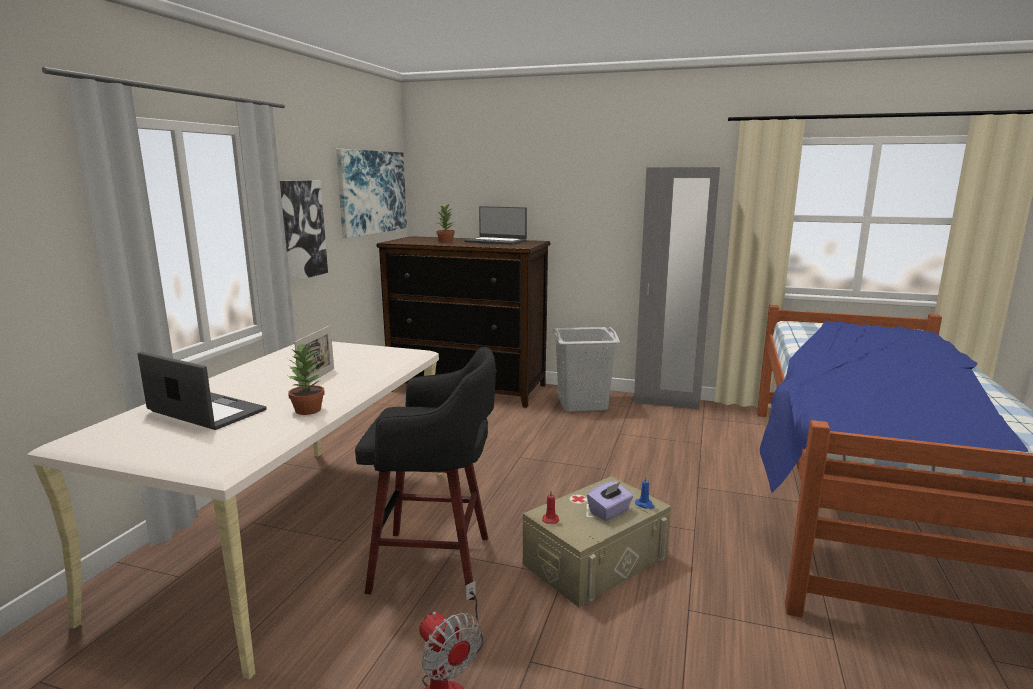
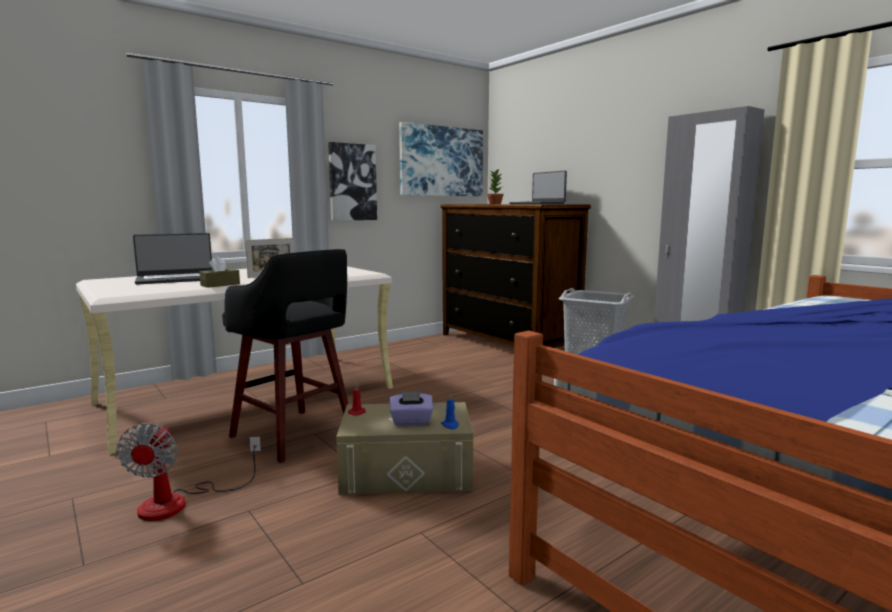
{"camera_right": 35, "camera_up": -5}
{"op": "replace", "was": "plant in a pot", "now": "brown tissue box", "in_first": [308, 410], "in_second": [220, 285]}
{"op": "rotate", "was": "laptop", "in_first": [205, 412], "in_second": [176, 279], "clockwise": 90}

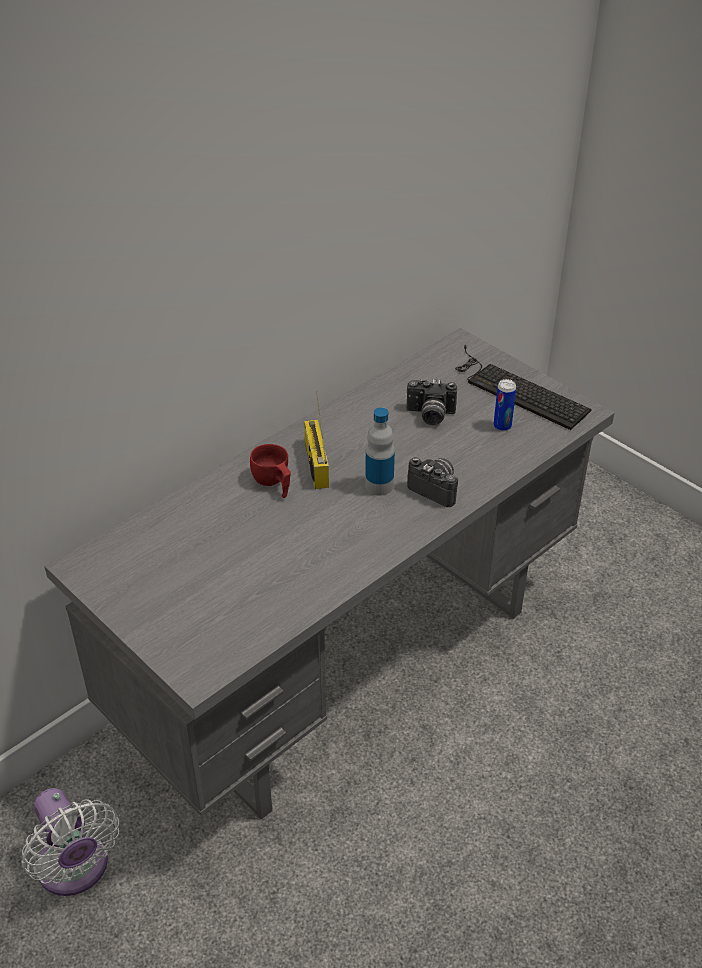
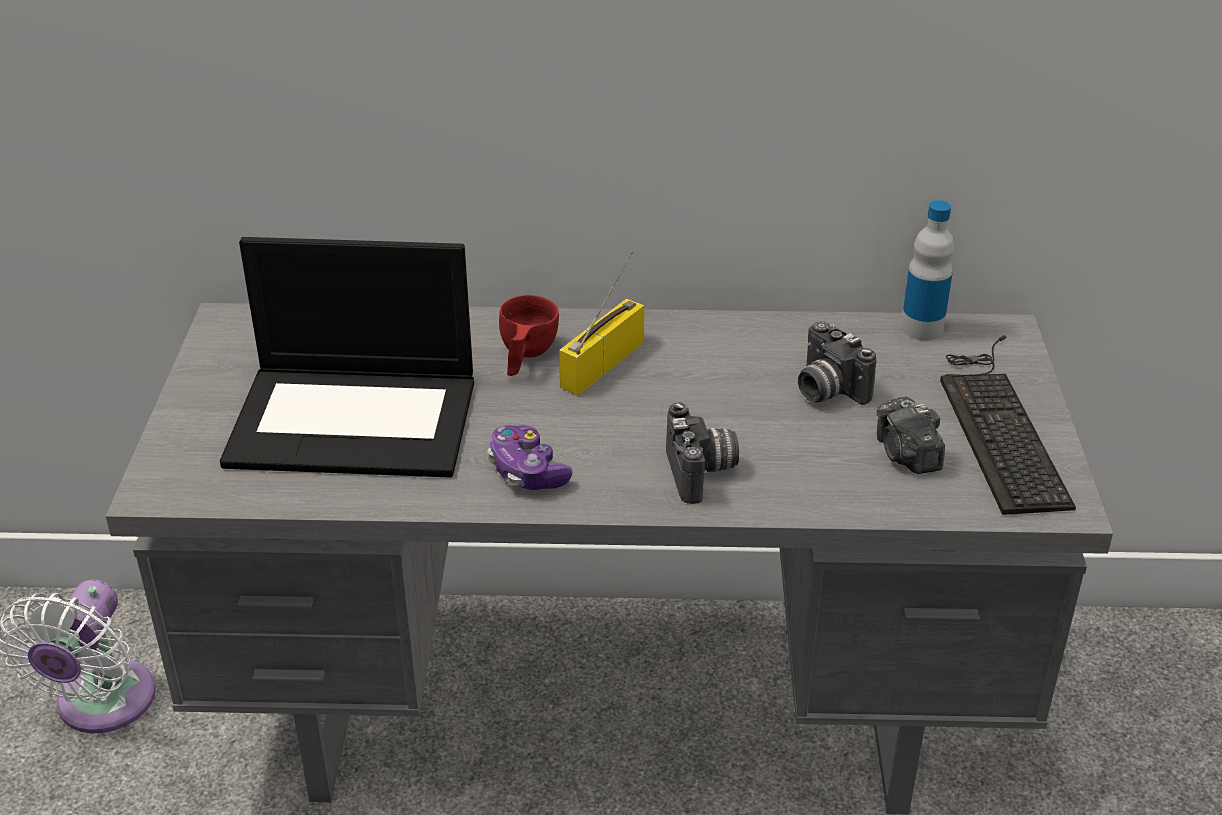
{"camera_right": 45, "camera_up": -5}
{"op": "insert", "now": "laptop", "in_second": [356, 420]}
{"op": "insert", "now": "game controller", "in_second": [527, 472]}
{"op": "move", "was": "drink bottle", "in_first": [379, 485], "in_second": [922, 328]}
{"op": "replace", "was": "can", "now": "photo camera", "in_first": [502, 426], "in_second": [907, 455]}

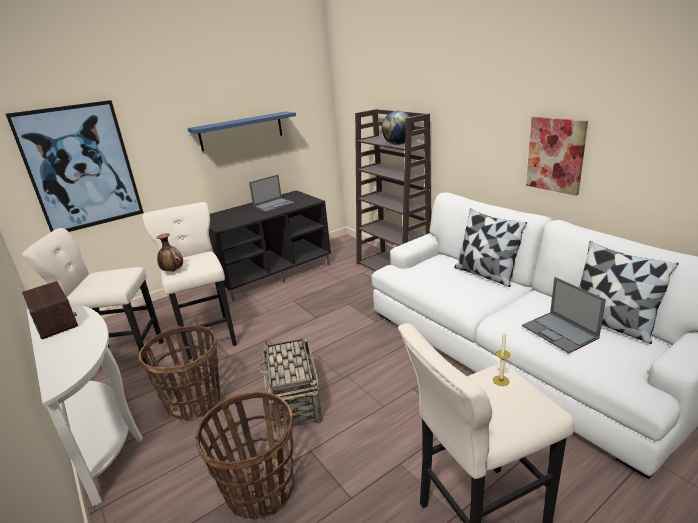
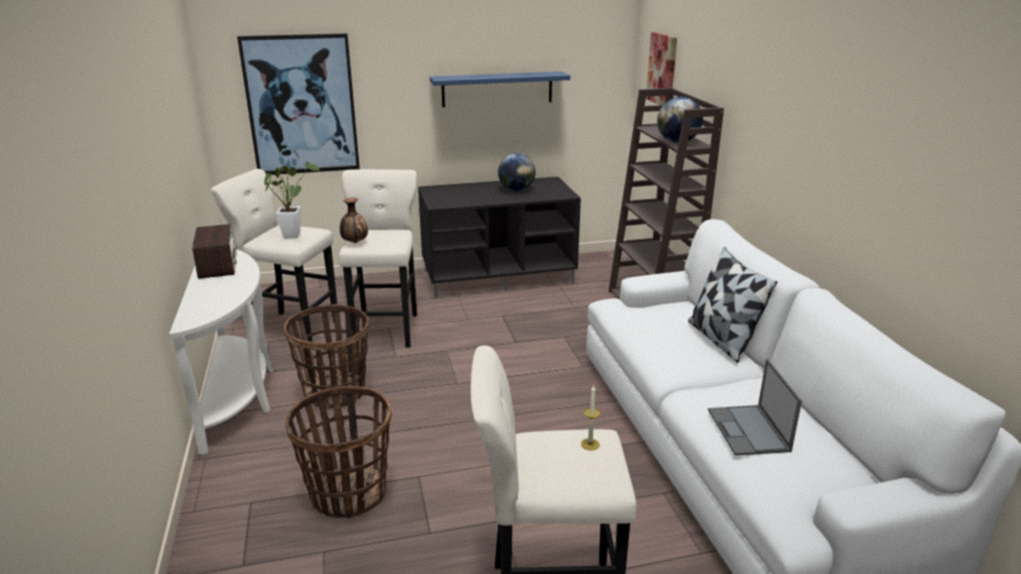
{"camera_right": 20, "camera_up": 0}
{"op": "delete", "was": "household basket", "in_first": [294, 402]}
{"op": "delete", "was": "throw pillow", "in_first": [610, 324]}
{"op": "insert", "now": "plant in a pot", "in_second": [293, 234]}
{"op": "move", "was": "picture", "in_first": [555, 155], "in_second": [662, 69]}
{"op": "replace", "was": "laptop", "now": "world globe", "in_first": [274, 205], "in_second": [516, 190]}

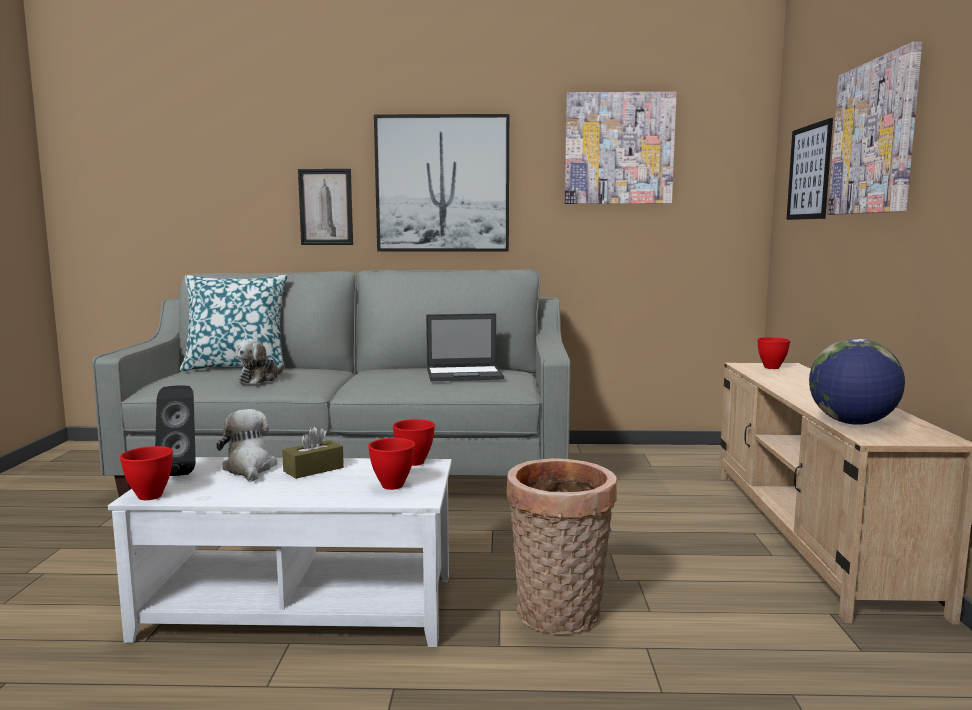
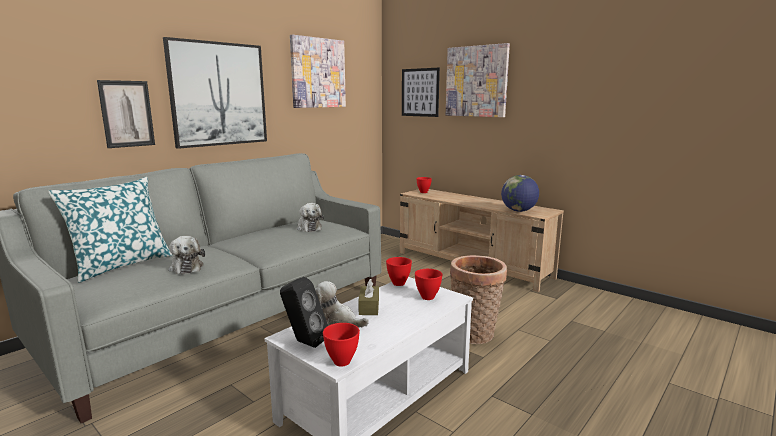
{"camera_right": -50, "camera_up": 5}
{"op": "replace", "was": "laptop", "now": "soft toy", "in_first": [465, 374], "in_second": [308, 227]}

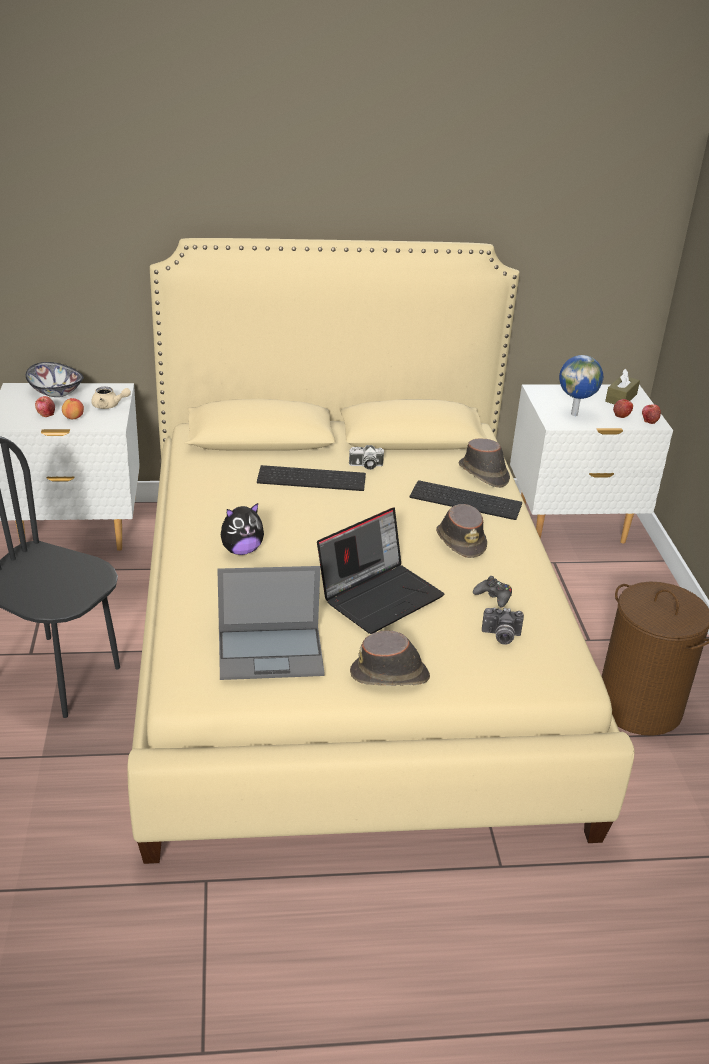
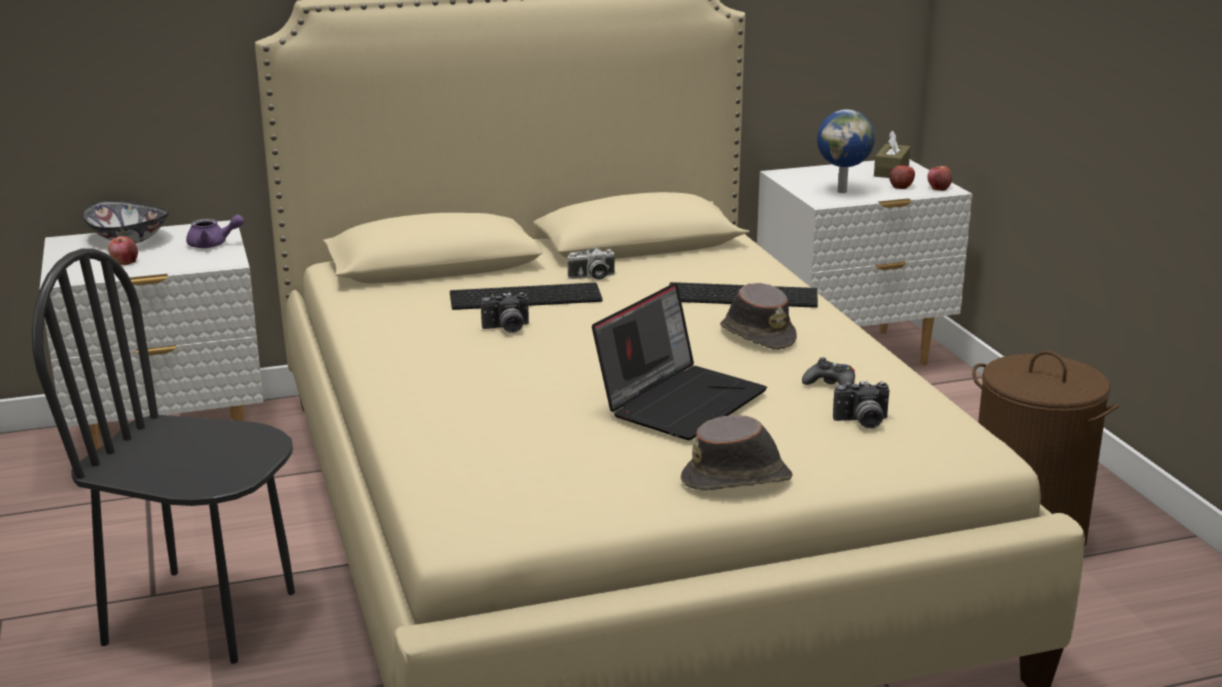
{"camera_right": -10, "camera_up": -10}
{"op": "delete", "was": "whole apple", "in_first": [73, 417]}
{"op": "delete", "was": "laptop", "in_first": [272, 652]}
{"op": "delete", "was": "soft toy", "in_first": [241, 550]}
{"op": "delete", "was": "brown hat", "in_first": [483, 474]}
{"op": "insert", "now": "photo camera", "in_second": [507, 328]}
{"op": "recolor", "was": "beige-coloured tea pot", "now": "purple-coloured tea pot", "in_first": [109, 406], "in_second": [213, 244]}

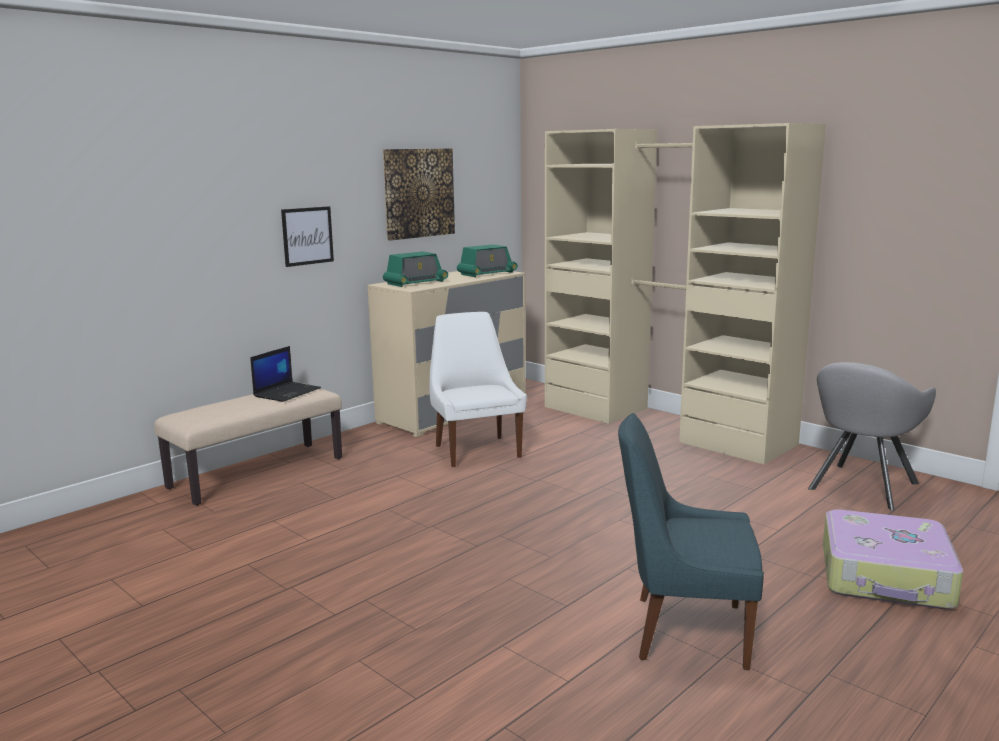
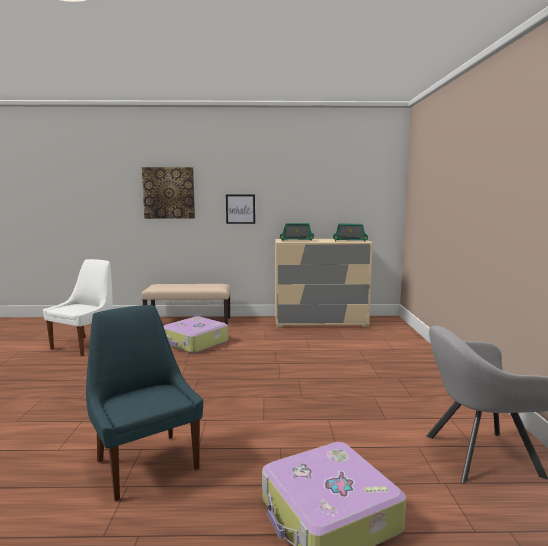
{"camera_right": 45, "camera_up": -5}
{"op": "delete", "was": "laptop", "in_first": [287, 392]}
{"op": "delete", "was": "beige-coloured wardrobe", "in_first": [663, 424]}
{"op": "insert", "now": "suitcase", "in_second": [195, 343]}
{"op": "move", "was": "picture", "in_first": [418, 193], "in_second": [169, 193]}
{"op": "move", "was": "whitish plain chair", "in_first": [476, 450], "in_second": [85, 345]}

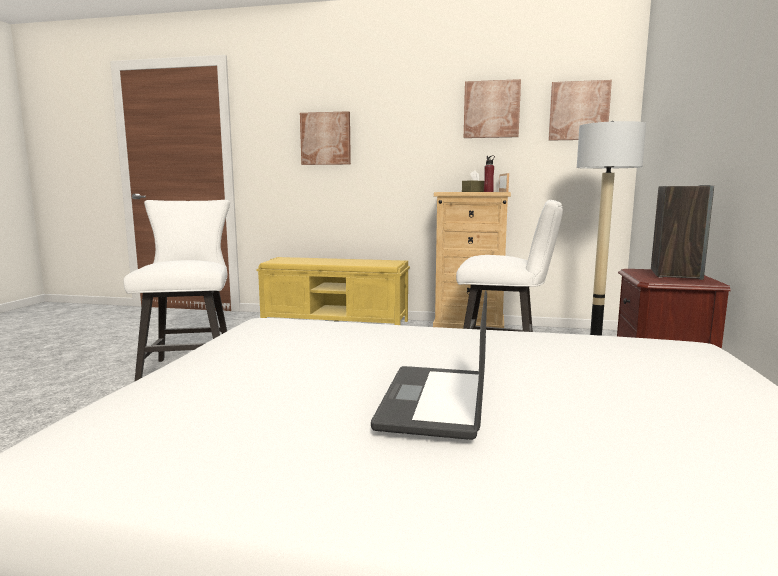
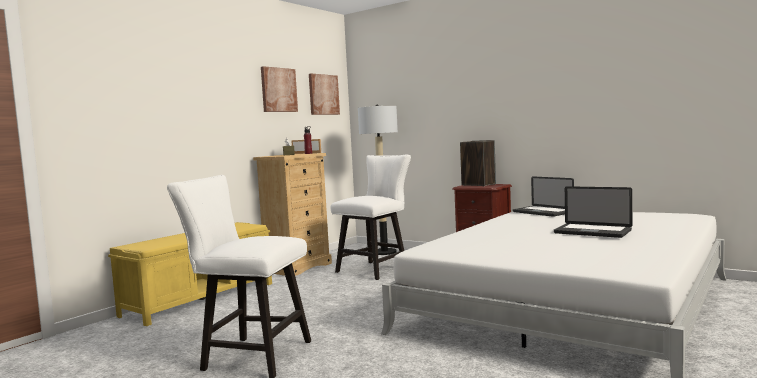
{"camera_right": -65, "camera_up": -5}
{"op": "delete", "was": "picture", "in_first": [325, 138]}
{"op": "insert", "now": "laptop", "in_second": [542, 212]}

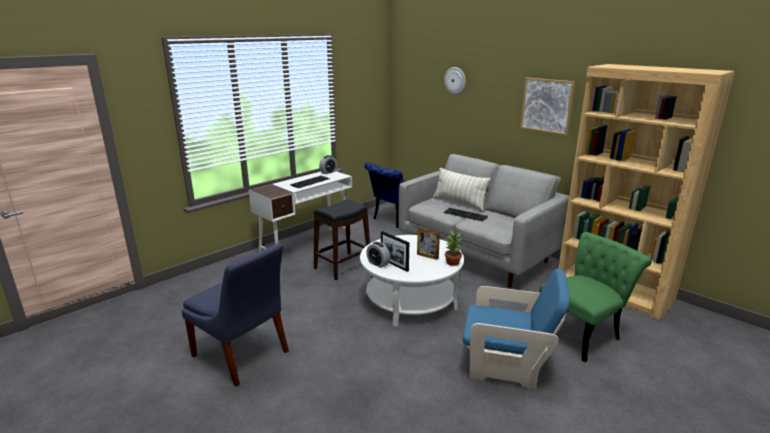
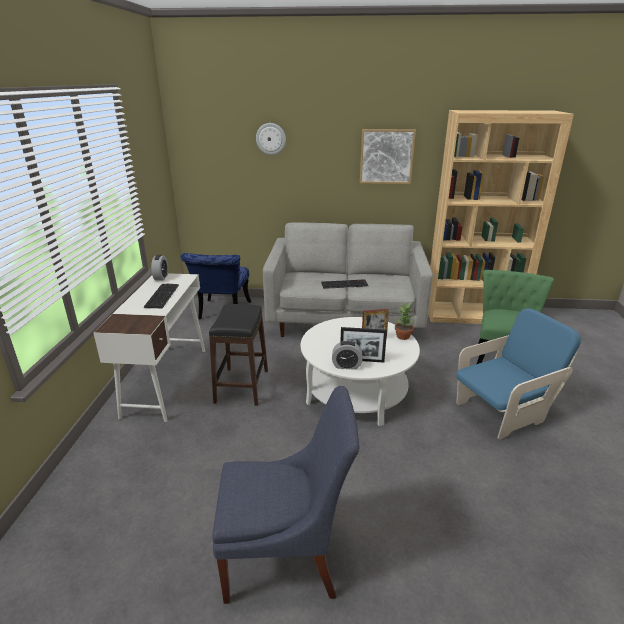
{"camera_right": -40, "camera_up": 5}
{"op": "delete", "was": "throw pillow", "in_first": [459, 203]}

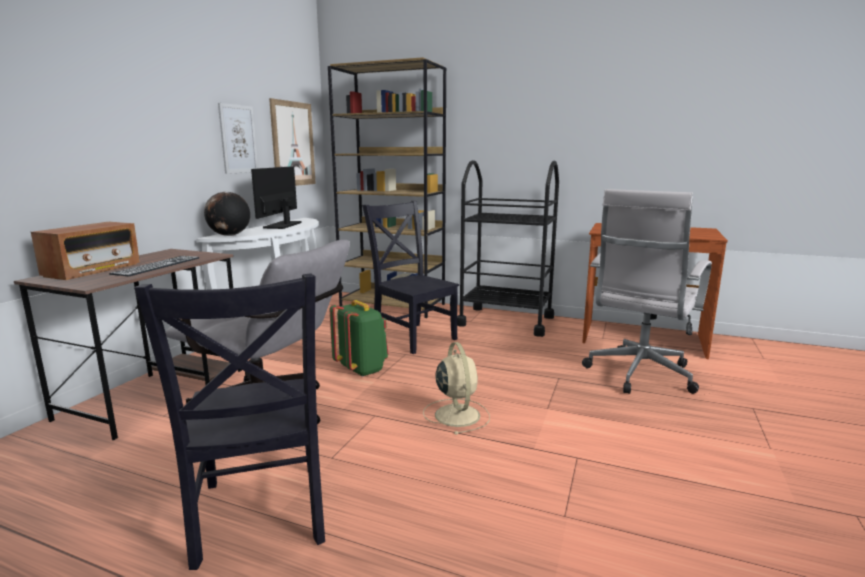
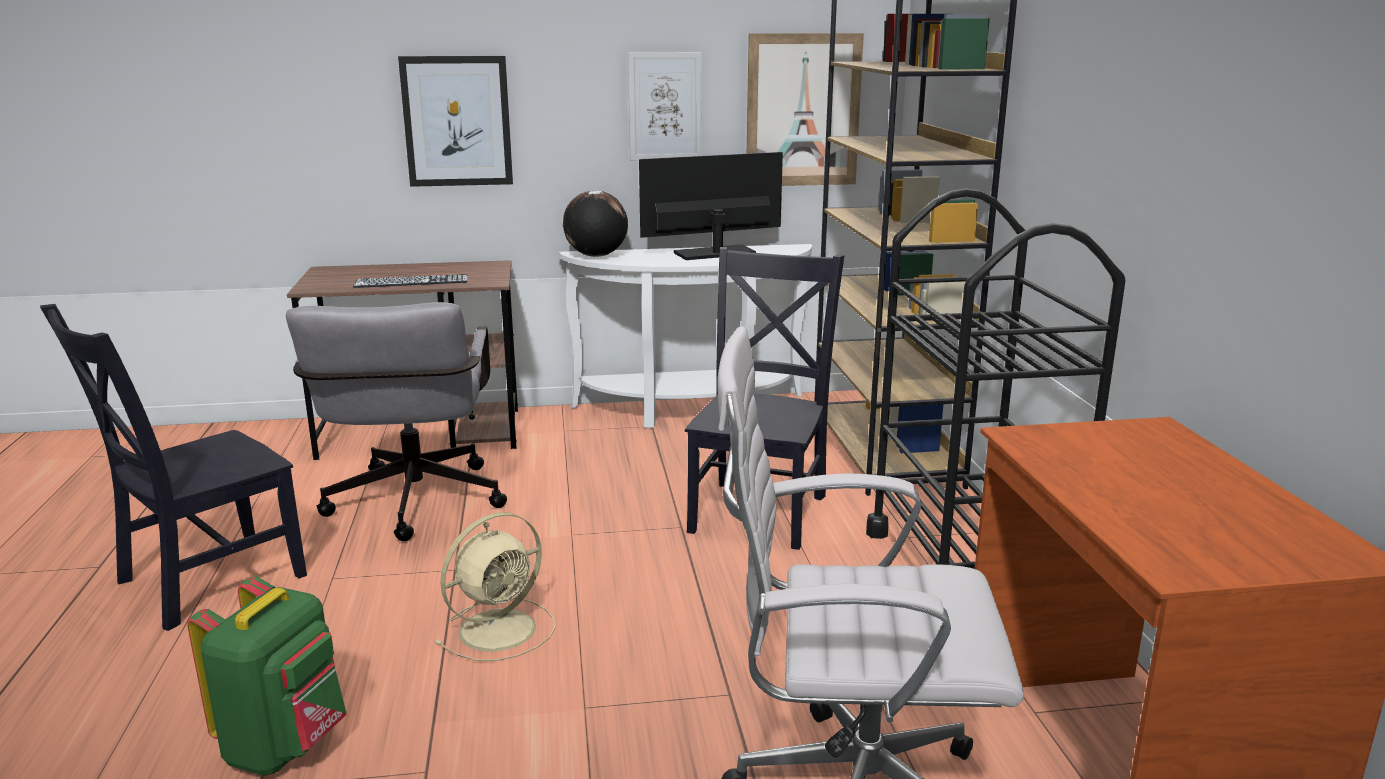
{"camera_right": 60, "camera_up": 5}
{"op": "delete", "was": "radio", "in_first": [93, 270]}
{"op": "insert", "now": "picture", "in_second": [457, 121]}
{"op": "move", "was": "green knapsack", "in_first": [362, 369], "in_second": [286, 746]}

